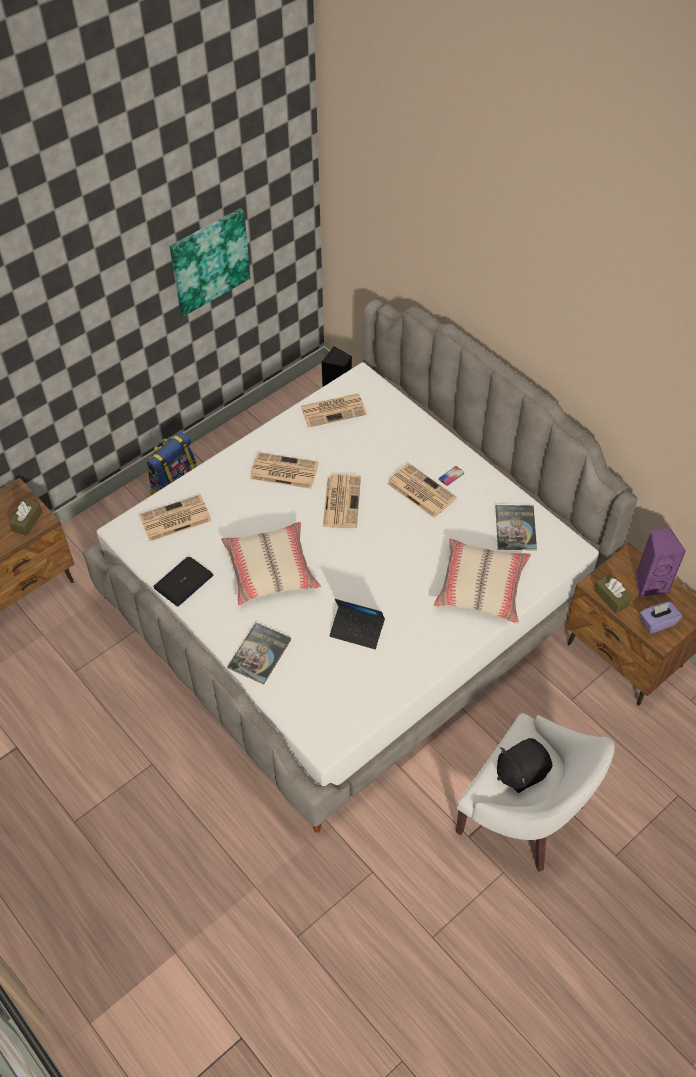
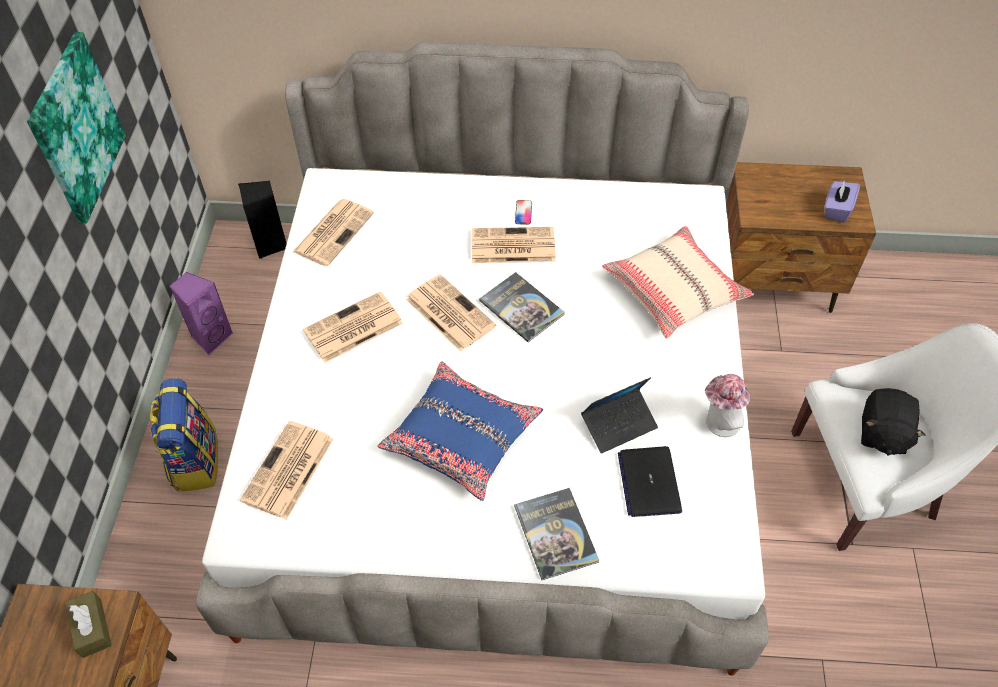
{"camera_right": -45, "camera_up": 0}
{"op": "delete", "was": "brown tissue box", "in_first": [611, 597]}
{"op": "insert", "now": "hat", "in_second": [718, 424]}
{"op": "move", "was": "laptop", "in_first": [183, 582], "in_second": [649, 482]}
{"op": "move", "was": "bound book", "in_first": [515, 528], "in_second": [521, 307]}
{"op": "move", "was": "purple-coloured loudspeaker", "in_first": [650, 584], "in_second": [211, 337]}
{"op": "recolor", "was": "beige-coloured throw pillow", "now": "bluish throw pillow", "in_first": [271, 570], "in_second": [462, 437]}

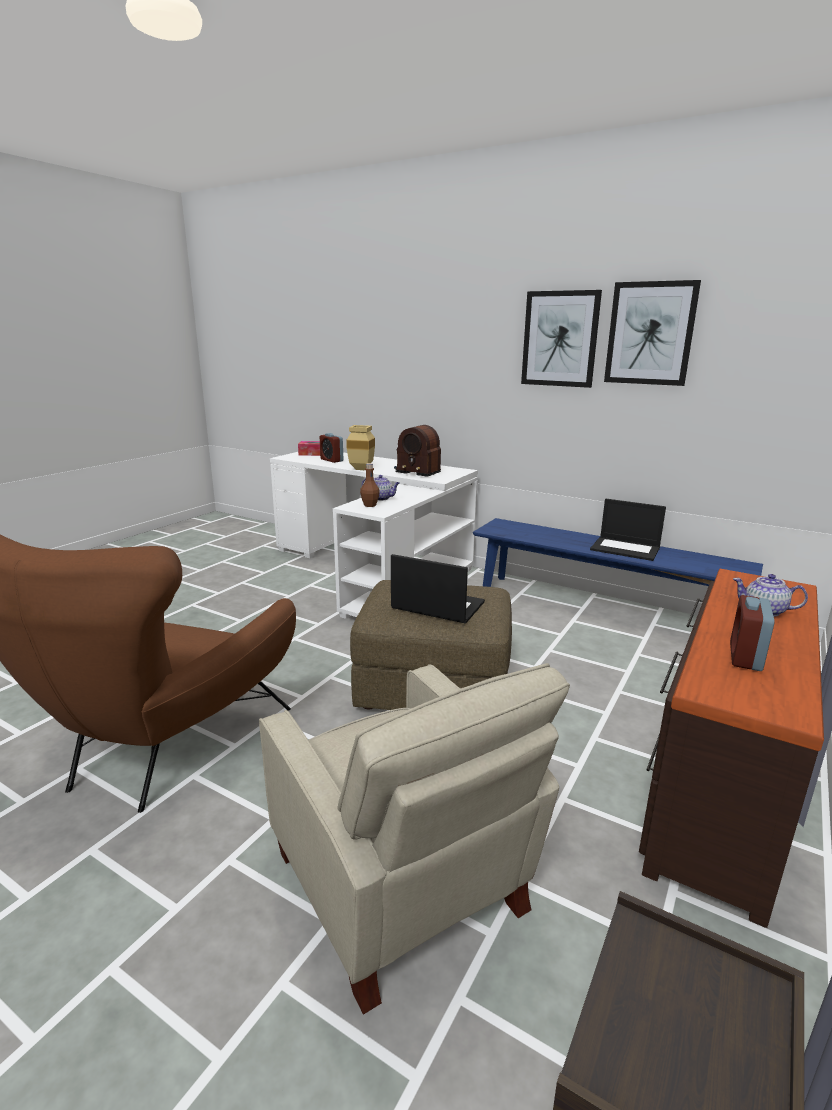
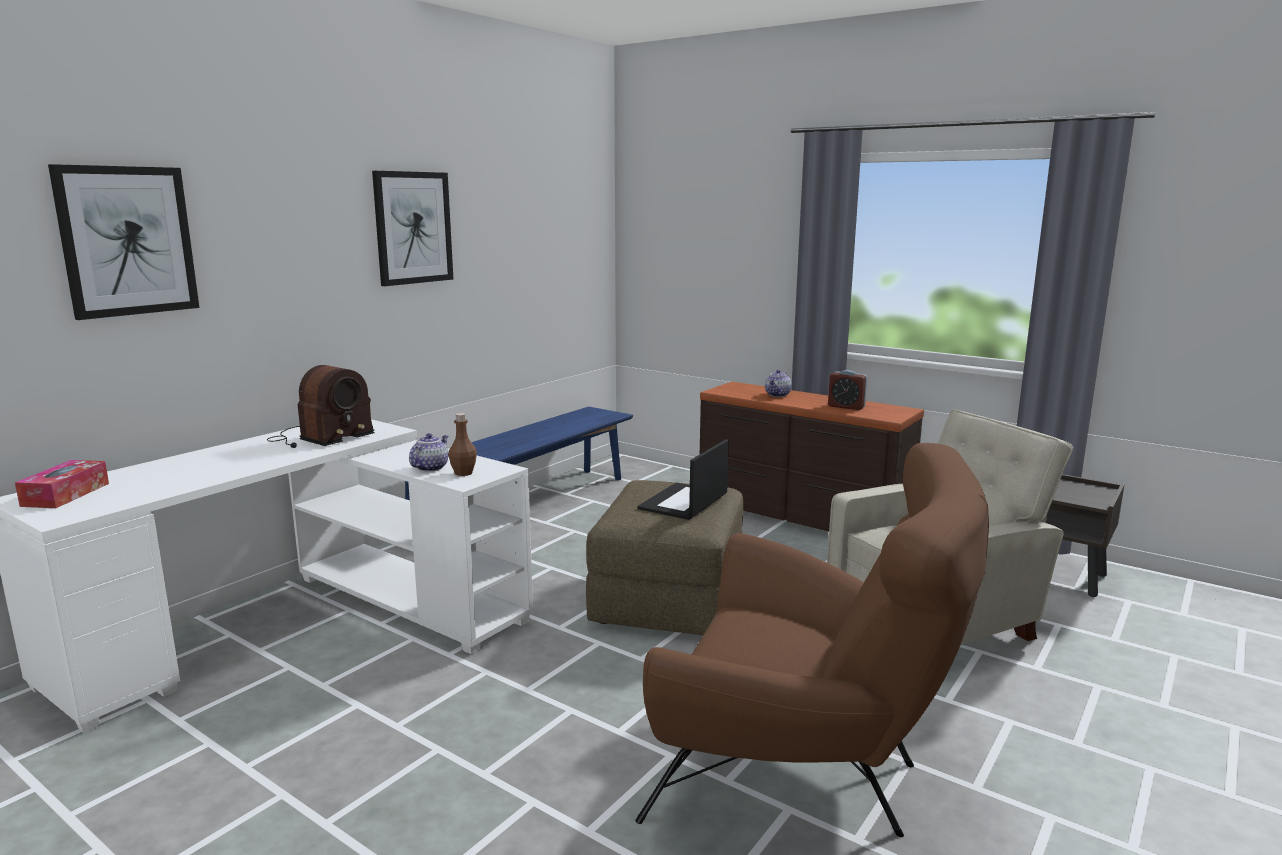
{"camera_right": -85, "camera_up": -5}
{"op": "delete", "was": "bedside clock", "in_first": [331, 460]}
{"op": "delete", "was": "beige-coloured decorative vase", "in_first": [363, 469]}
{"op": "delete", "was": "laptop", "in_first": [626, 549]}
{"op": "move", "was": "picture", "in_first": [650, 333], "in_second": [127, 241]}

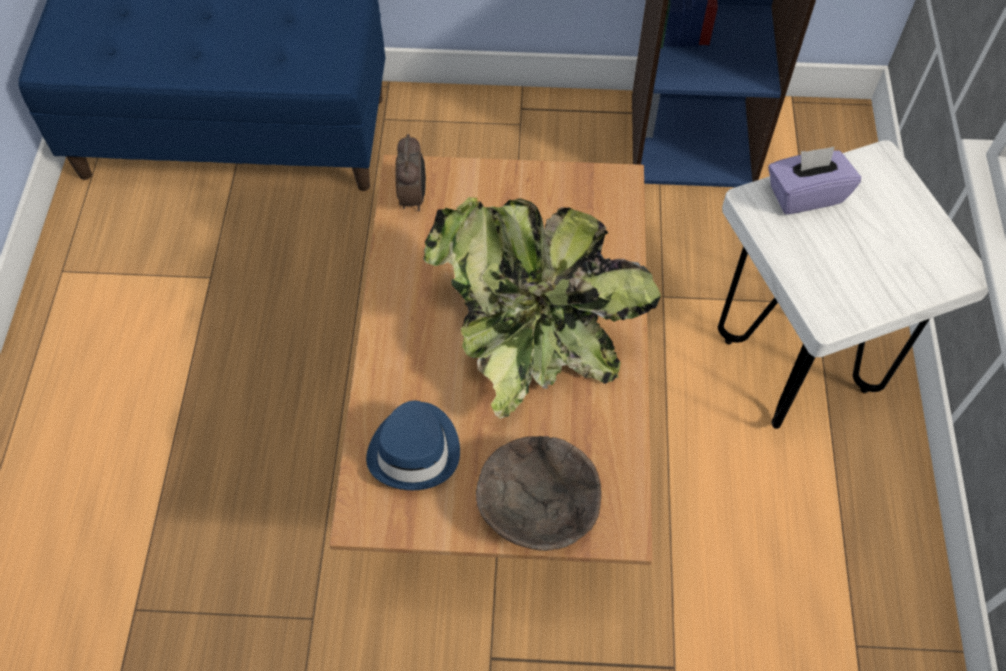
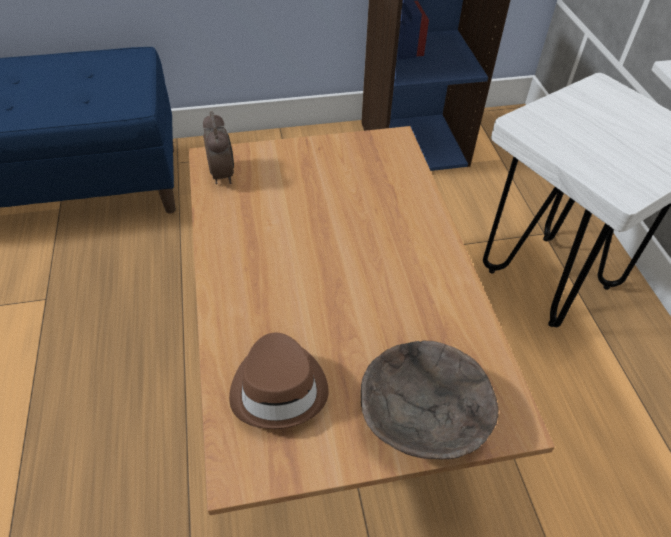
{"camera_right": -15, "camera_up": -10}
{"op": "delete", "was": "plant in a pot", "in_first": [527, 340]}
{"op": "delete", "was": "purple-coloured tissue box", "in_first": [805, 194]}
{"op": "recolor", "was": "bluish hat", "now": "brown hat", "in_first": [415, 450], "in_second": [280, 387]}

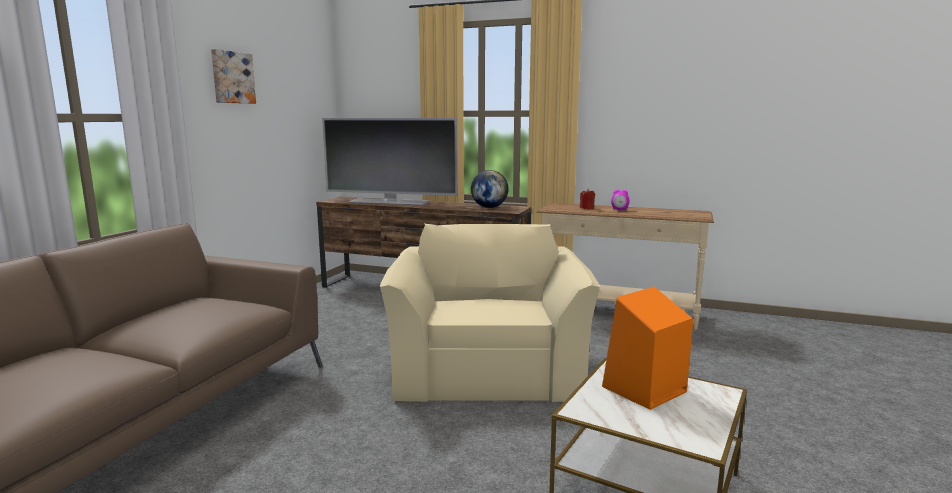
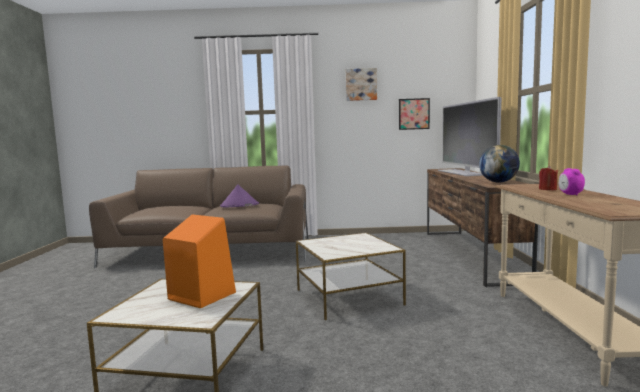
{"camera_right": 70, "camera_up": -5}
{"op": "insert", "now": "purple-coloured hat", "in_second": [239, 205]}
{"op": "insert", "now": "picture", "in_second": [414, 114]}
{"op": "replace", "was": "beige-coloured armchair", "now": "accent table", "in_first": [487, 366], "in_second": [348, 297]}

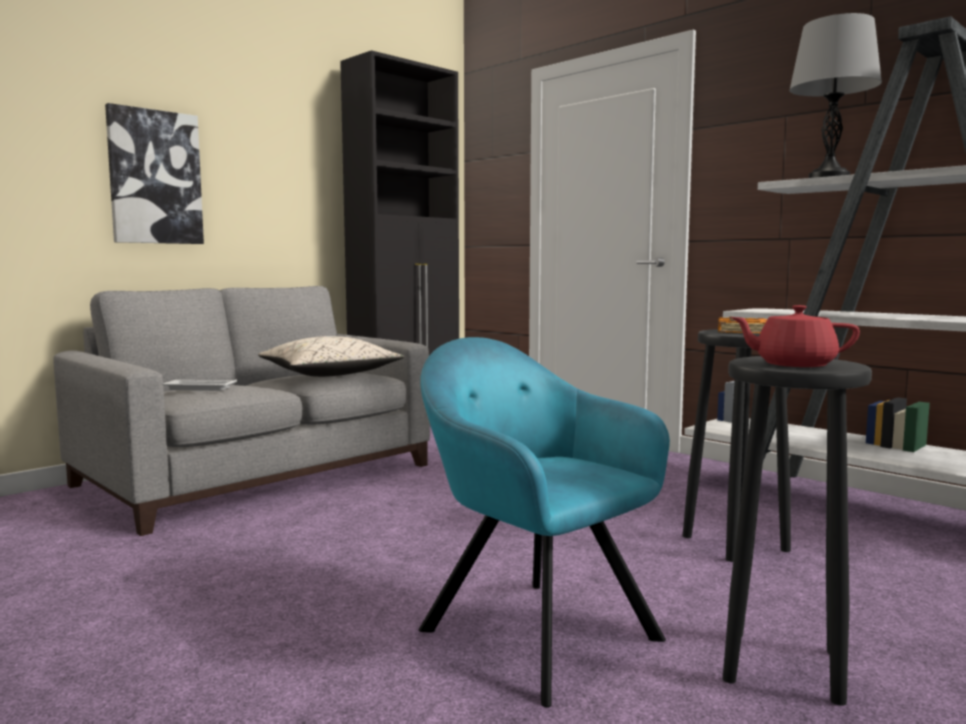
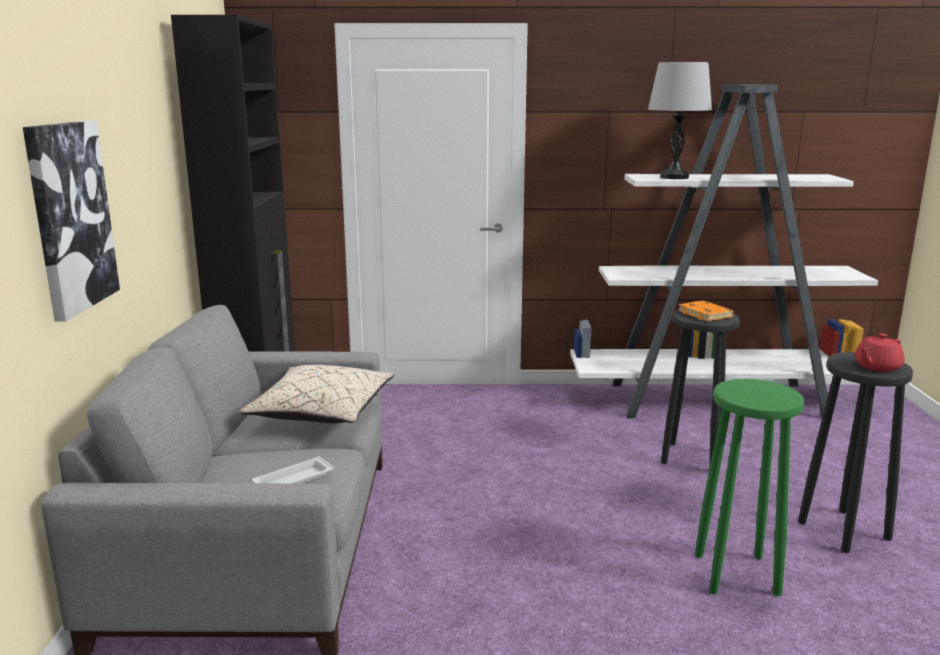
{"camera_right": -45, "camera_up": 10}
{"op": "replace", "was": "turquoise armchair", "now": "green stool seat", "in_first": [532, 630], "in_second": [736, 573]}

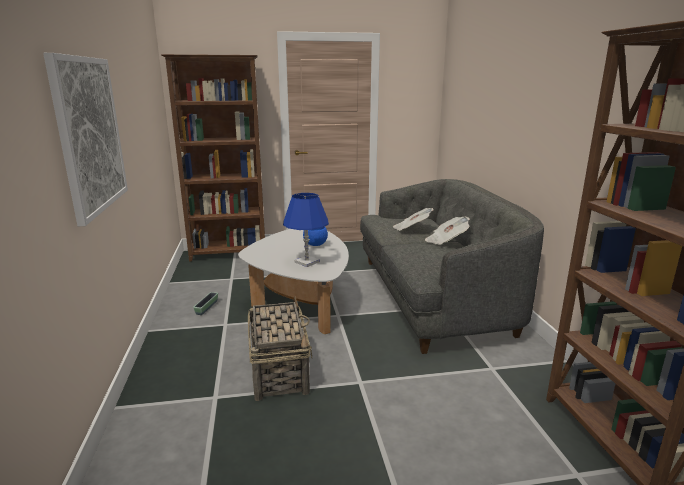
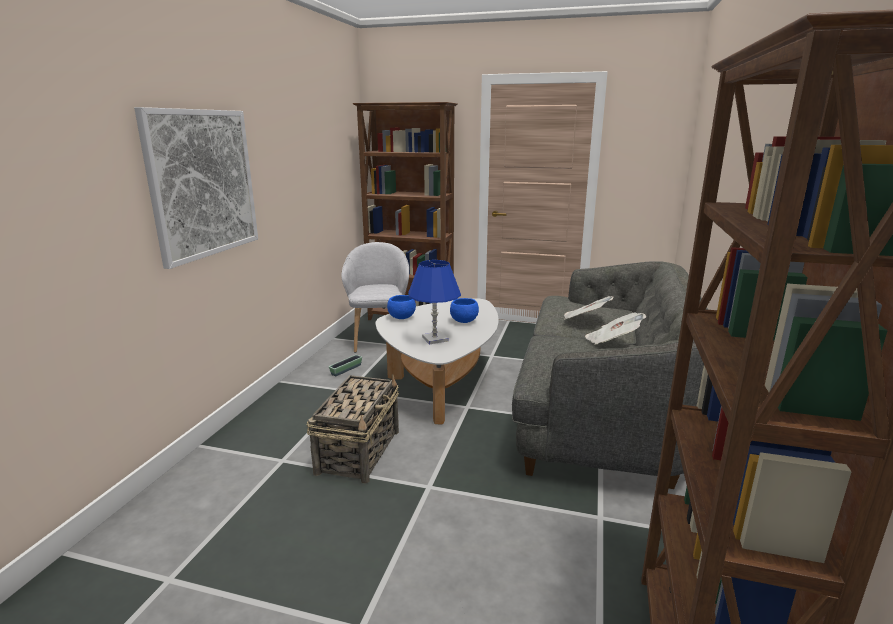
{"camera_right": 25, "camera_up": 0}
{"op": "insert", "now": "grey armchair", "in_second": [379, 341]}
{"op": "insert", "now": "bluish deep dish", "in_second": [401, 318]}

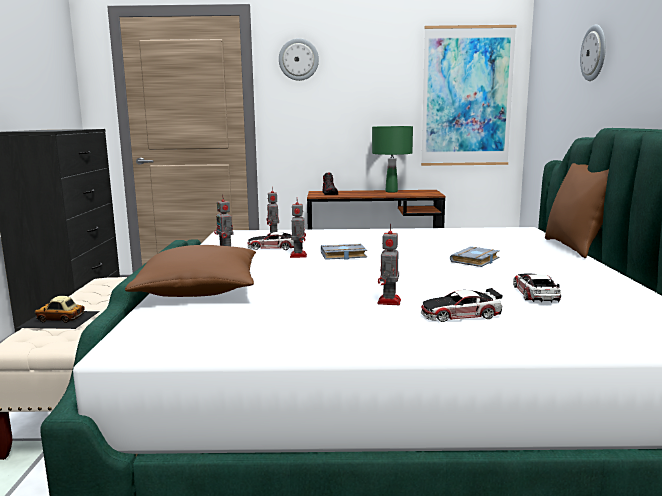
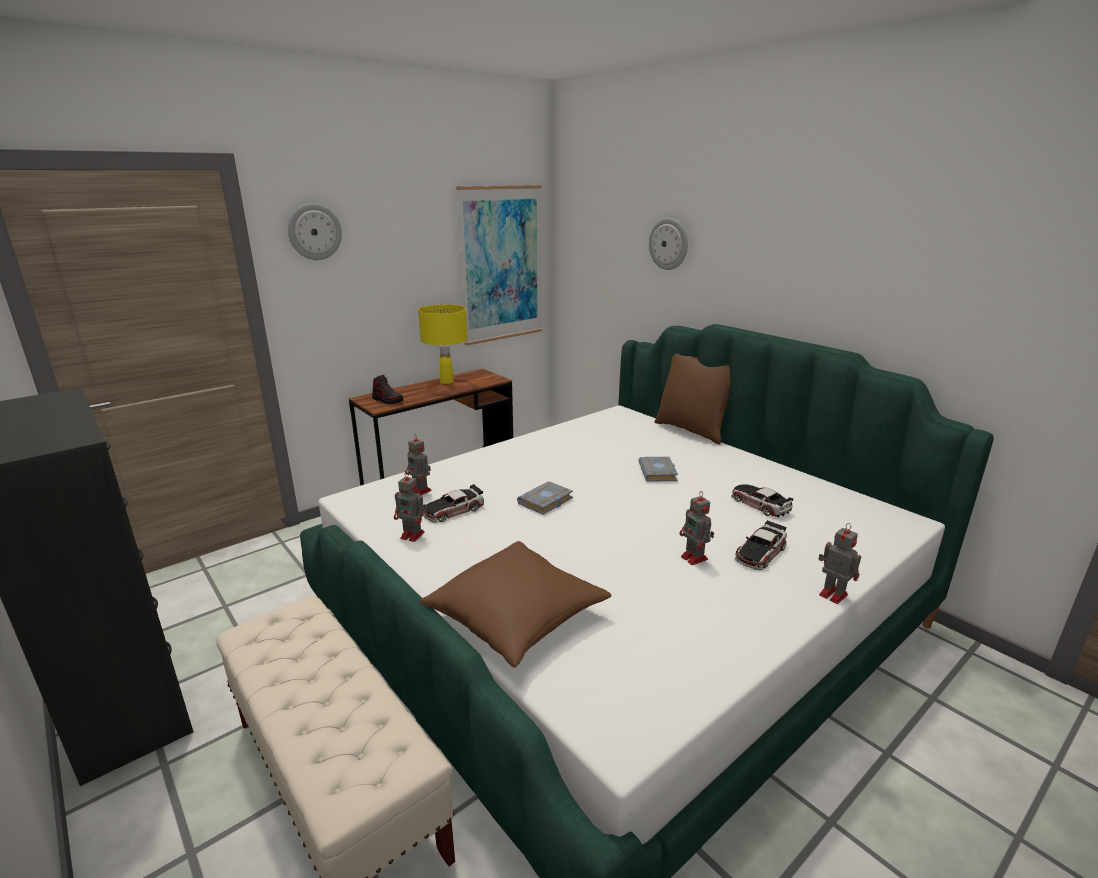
{"camera_right": -40, "camera_up": 10}
{"op": "delete", "was": "model car", "in_first": [60, 319]}
{"op": "move", "was": "model robot", "in_first": [298, 255], "in_second": [832, 594]}
{"op": "recolor", "was": "green lamp for a table", "now": "yellowish lamp for a table", "in_first": [391, 191], "in_second": [447, 382]}

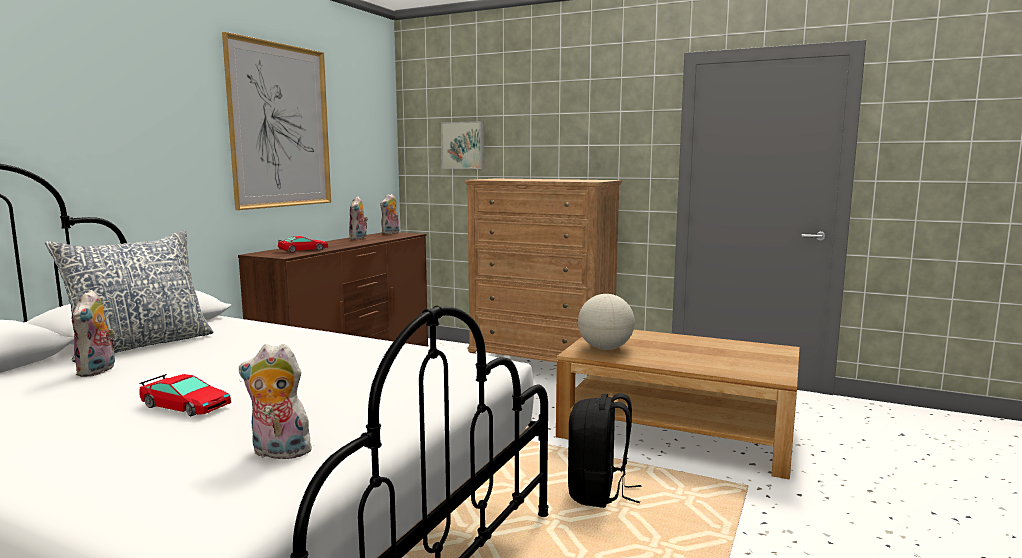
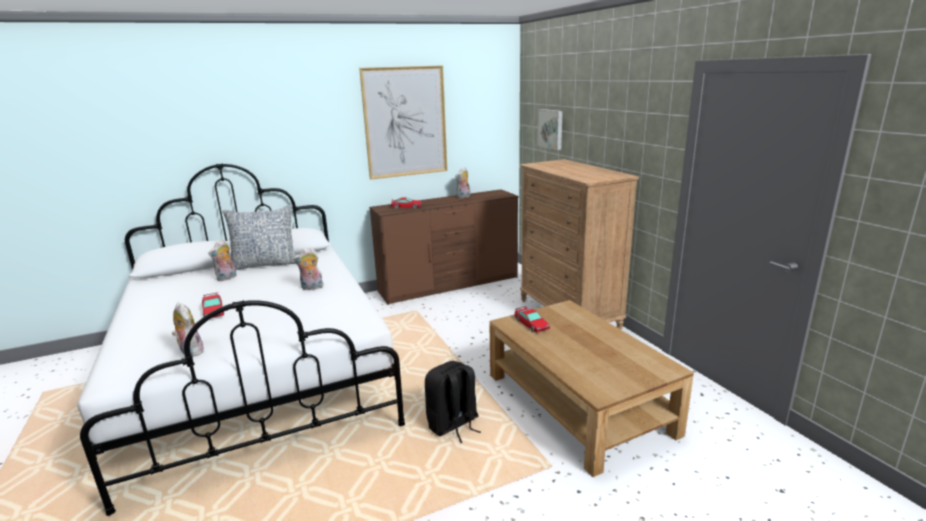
{"camera_right": 40, "camera_up": 10}
{"op": "move", "was": "soft toy", "in_first": [391, 233], "in_second": [311, 288]}
{"op": "replace", "was": "world globe", "now": "model car", "in_first": [605, 348], "in_second": [531, 324]}

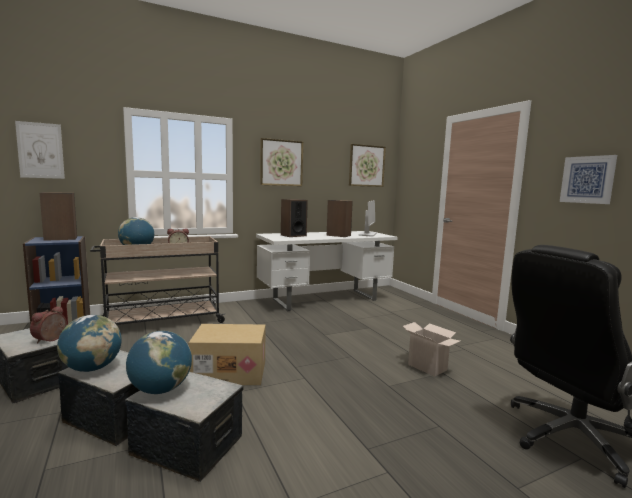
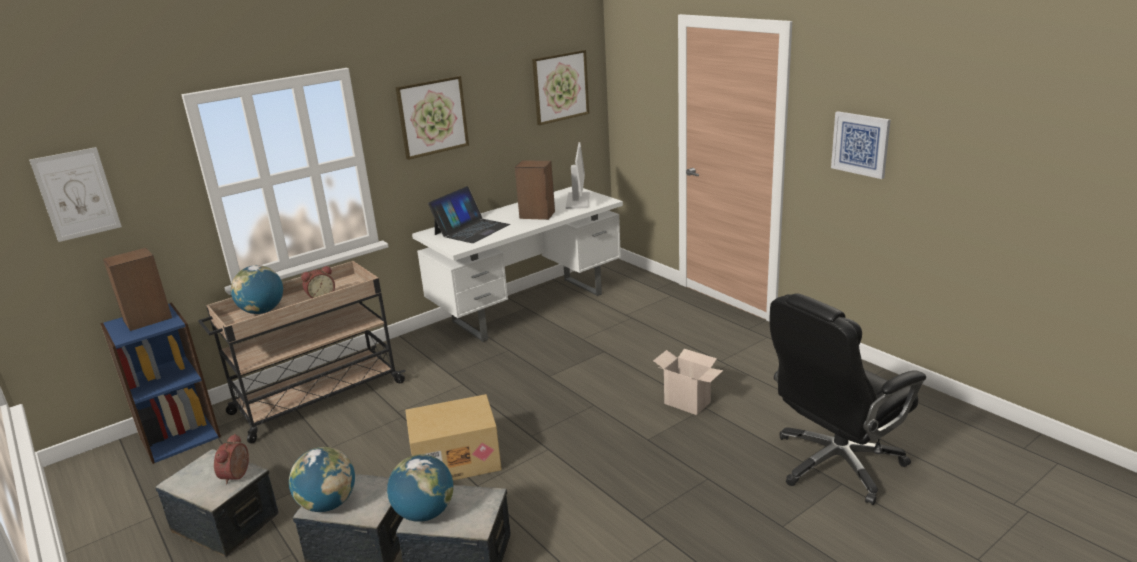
{"camera_right": -10, "camera_up": 15}
{"op": "replace", "was": "loudspeaker", "now": "laptop", "in_first": [293, 235], "in_second": [471, 229]}

